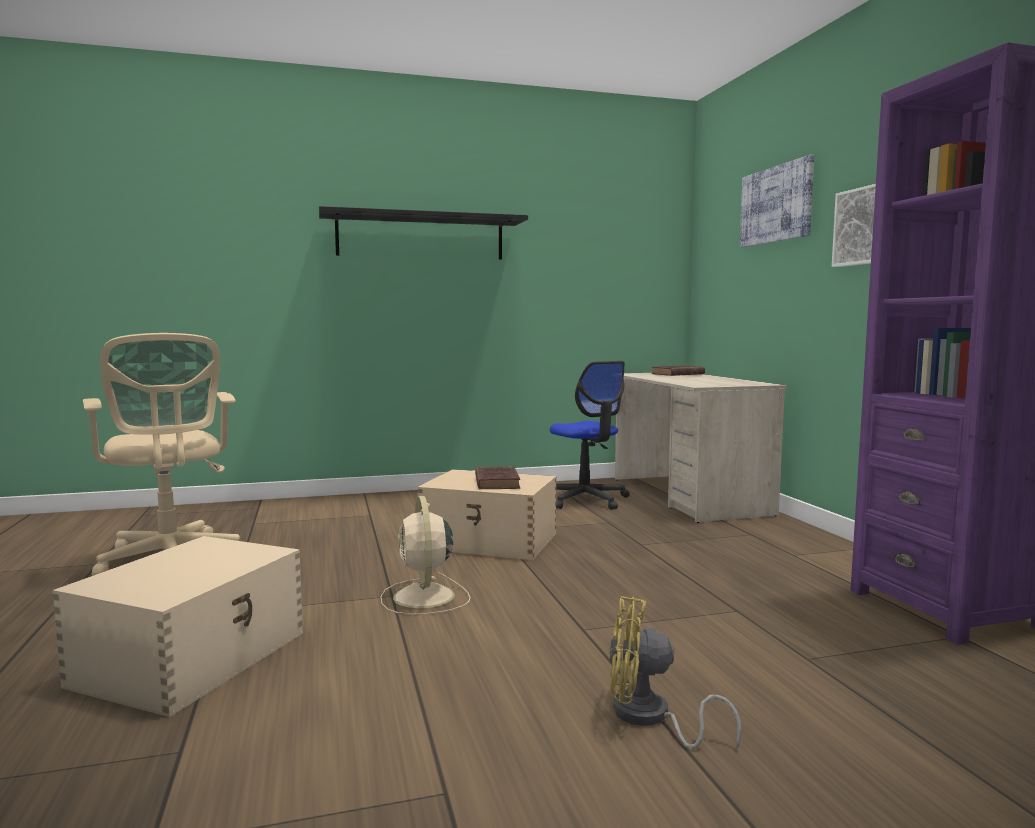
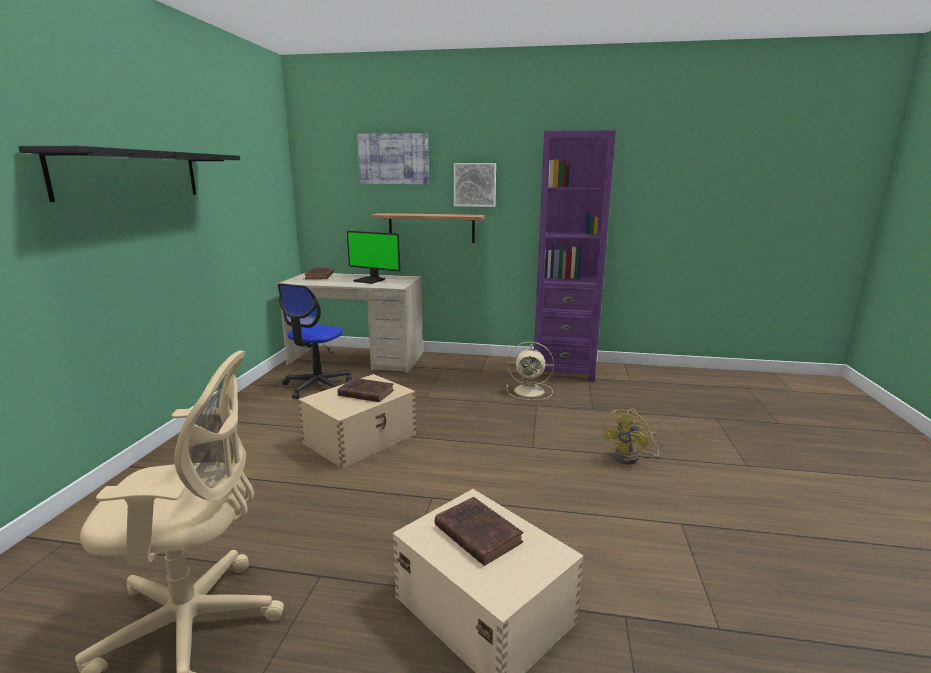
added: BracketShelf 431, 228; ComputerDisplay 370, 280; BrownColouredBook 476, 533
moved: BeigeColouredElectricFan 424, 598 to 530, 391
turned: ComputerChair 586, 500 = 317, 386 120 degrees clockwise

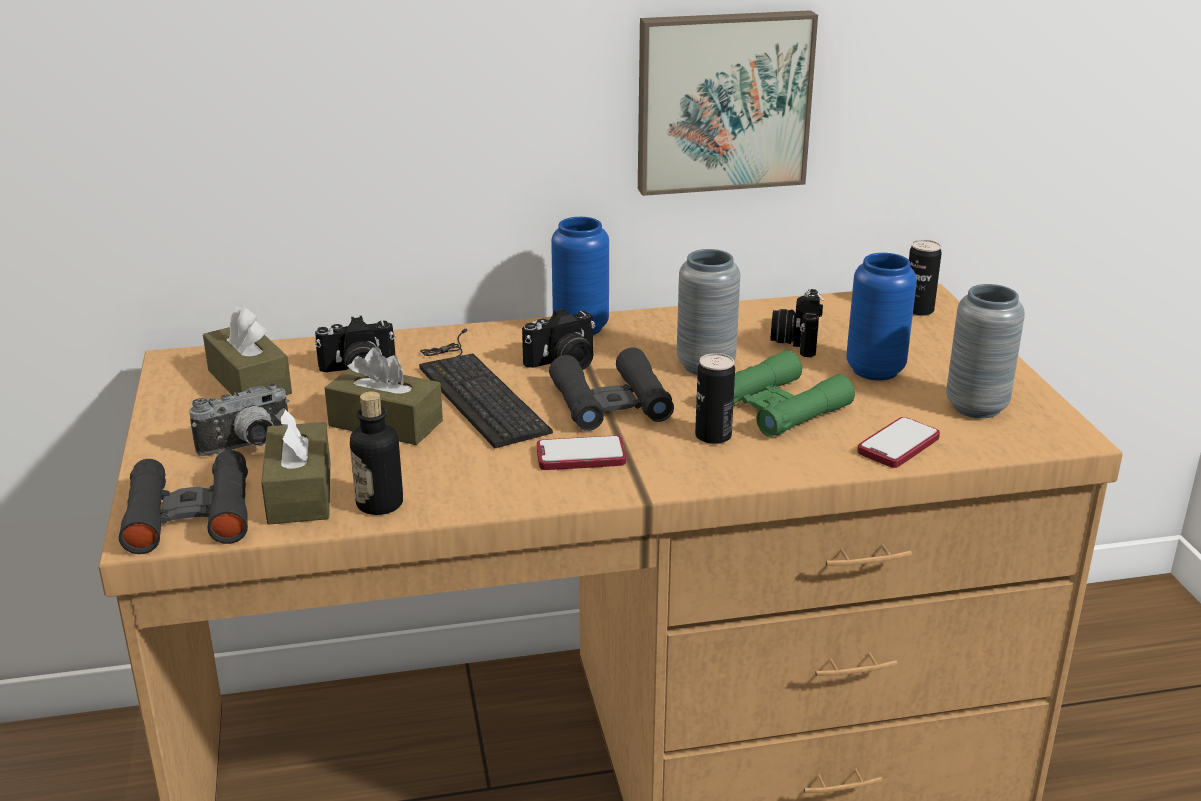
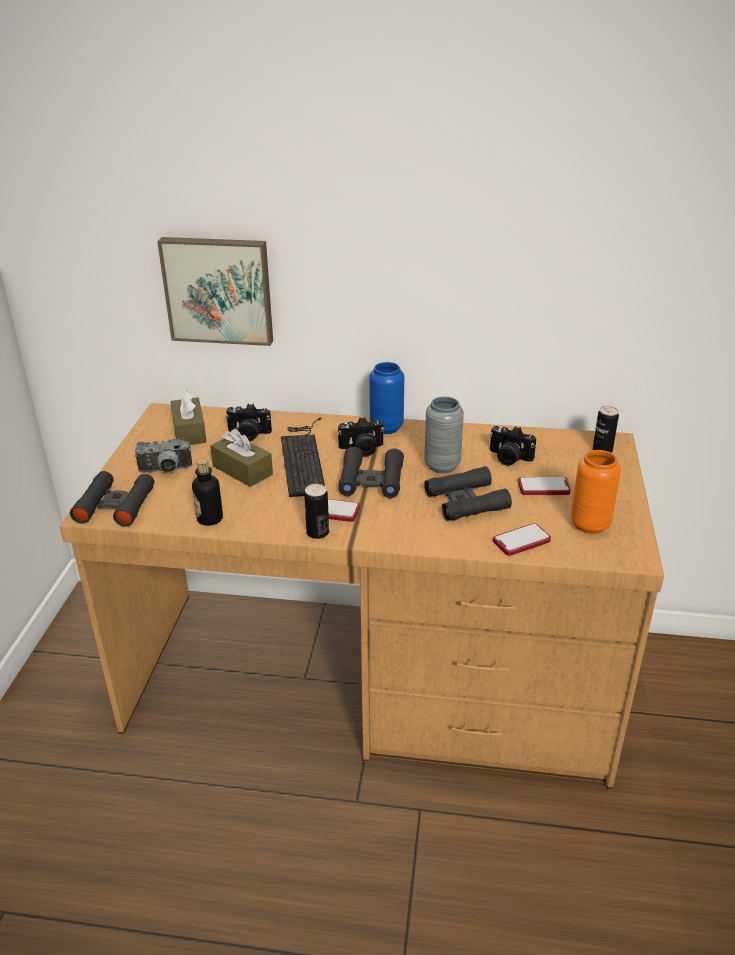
removed: BrownColouredBoxOfTissues 300, 492
moved: WallArt 722, 101 to 218, 290; Can 713, 436 to 317, 533
replaced: BluishVase 875, 370 to Handset 543, 487
recoloured: GrayVase 976, 407 to OrangeyVase 590, 525; GreenishBinoculars 778, 407 to BlackBinoculars 466, 501
turned: StillCamera 795, 340 = 508, 458 90 degrees counterclockwise

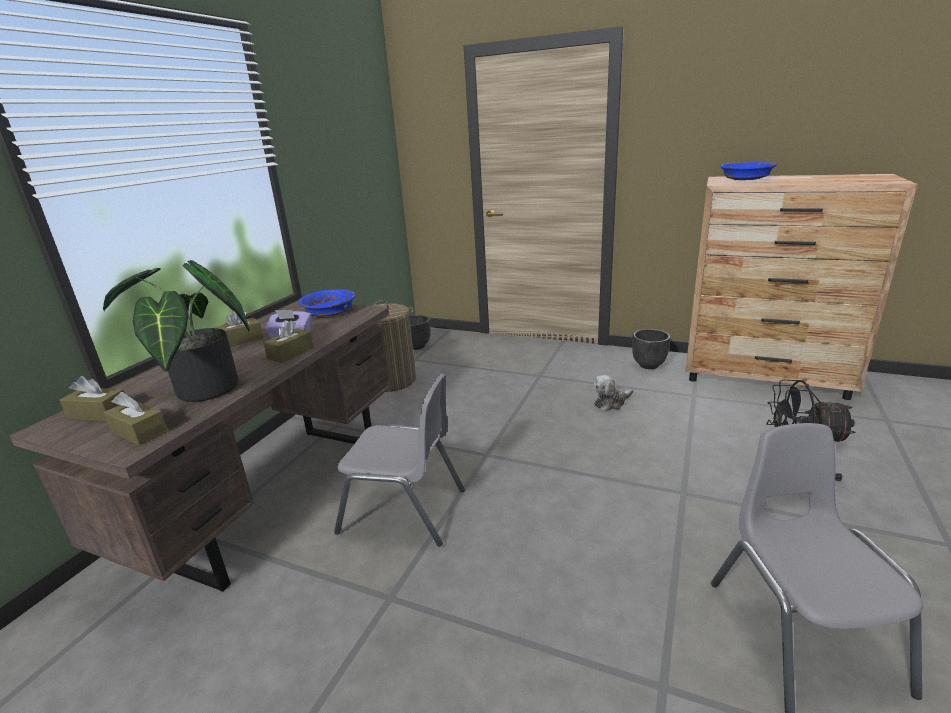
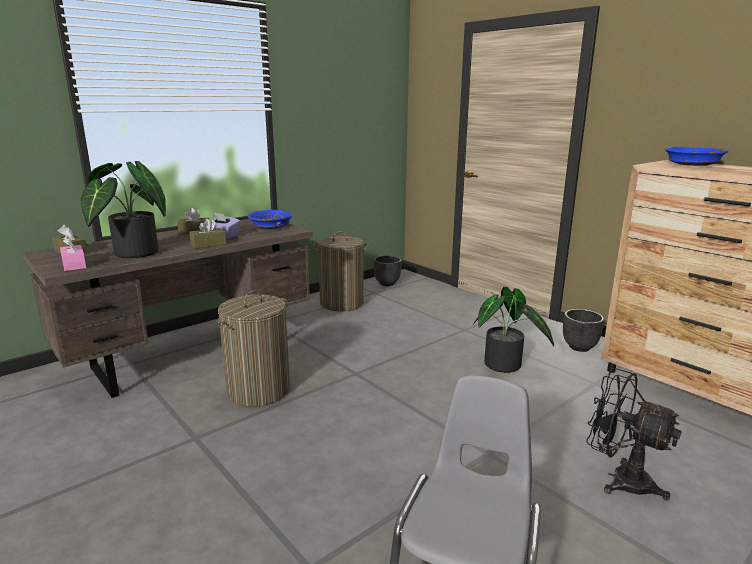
replaced: GrayUprightChair 403, 511 to WashingBasket 258, 390; CuddlyToy 611, 402 to PlantInAPot 505, 367
recoloured: BrownColouredBoxOfTissues 139, 432 to PinkColouredBoxOfTissues 74, 265

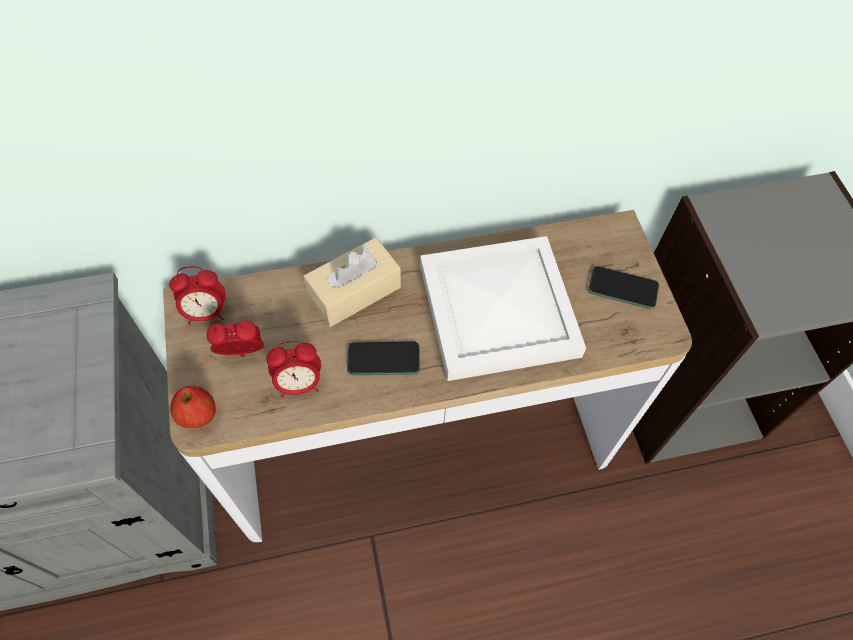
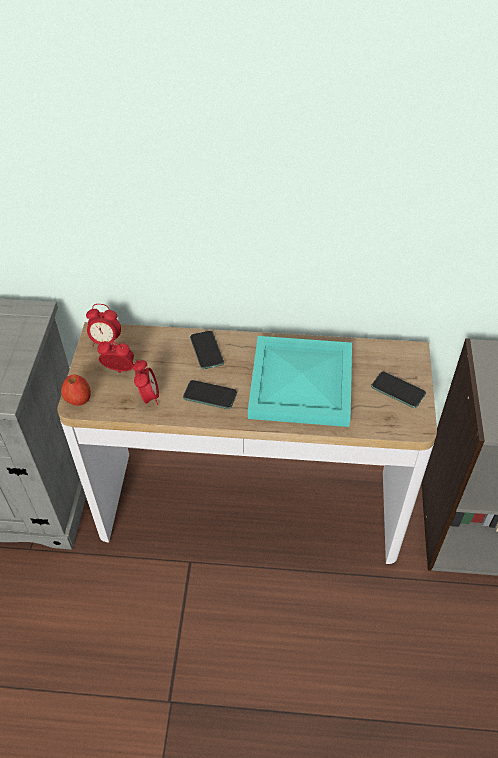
replaced: BeigeColouredBoxOfTissues 354, 291 to Handset 206, 350
recoloured: WhiteCarryingTray 496, 312 to TurquoiseCarryingTray 299, 385
turned: TableClock 299, 384 = 148, 397 105 degrees counterclockwise

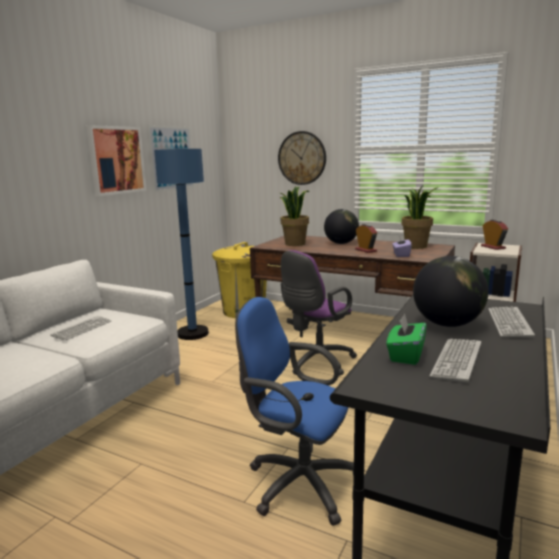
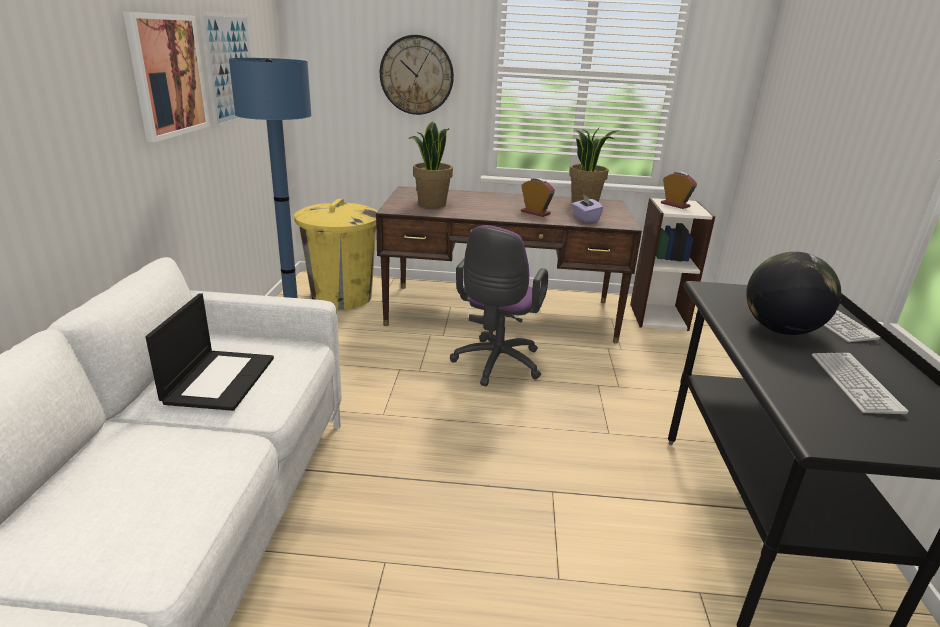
removed: WorldGlobe 341, 243; BluishComputerChair 297, 482; GreenishBoxOfTissues 405, 355
replaced: Keyboard 82, 329 to Laptop 219, 379

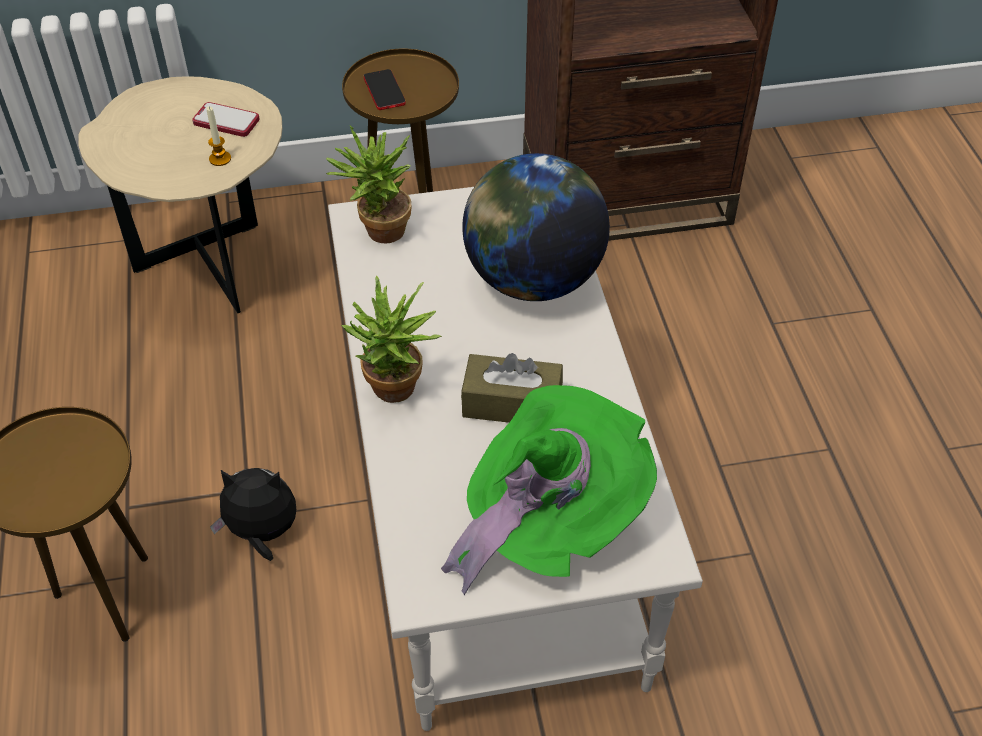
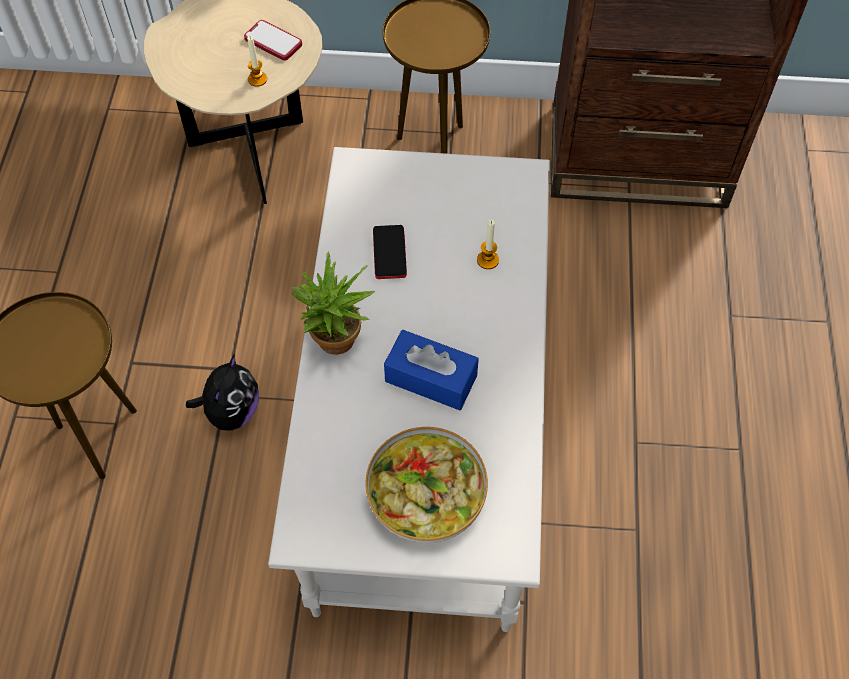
removed: PlantInAPot 378, 233
moved: Handset 384, 91 to 389, 252
replaced: WorldGlobe 532, 279 to Candle 487, 260; GreenishClothingHat 548, 520 to ServingBowl 426, 495
recoloured: BrownColouredBoxOfTissues 512, 403 to BluishBoxOfTissues 431, 378
turned: CuddlyToy 262, 533 = 231, 411 90 degrees clockwise

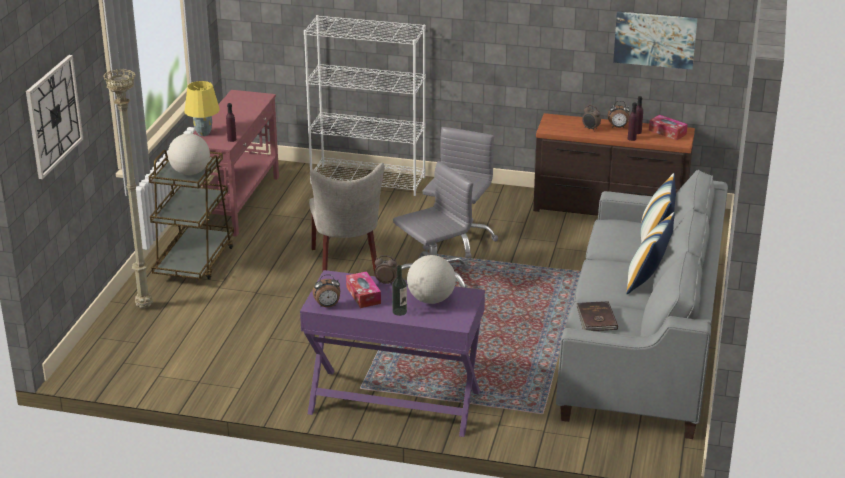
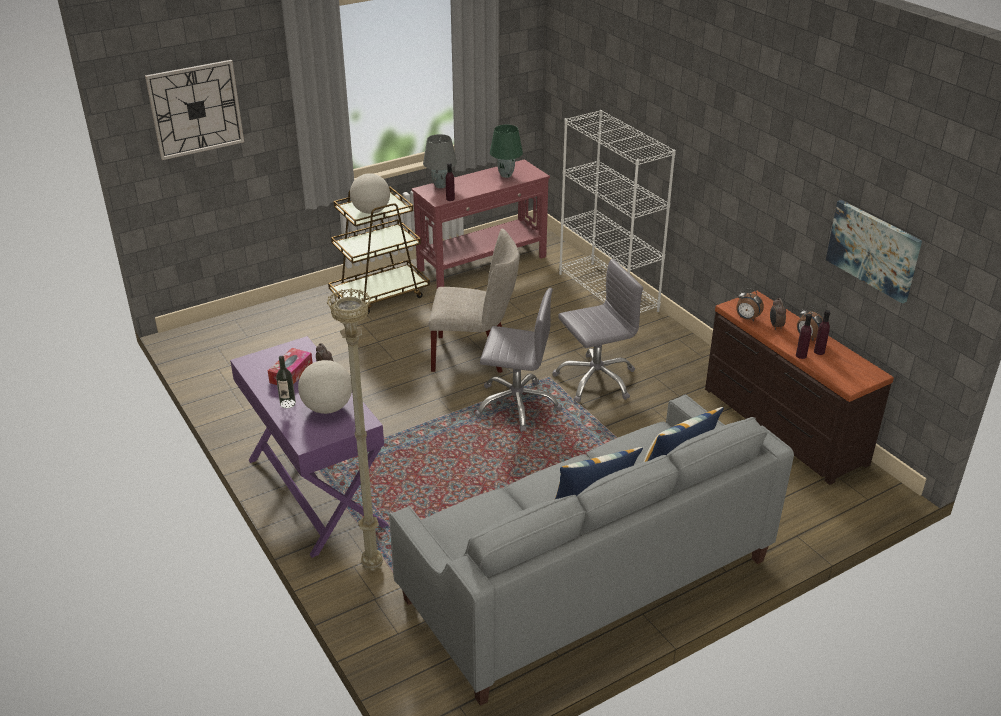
removed: BoxOfTissues 667, 132; BrownColouredBook 596, 319
added: GreenishTableLamp 506, 175
moved: BeigeColouredStandardLamp 144, 306 to 373, 566; TableClock 327, 306 to 747, 318
recoloured: YellowishTableLamp 204, 134 to GrayTableLamp 440, 186
turned: BeigeColouredUprightChair 347, 265 = 475, 355 120 degrees counterclockwise

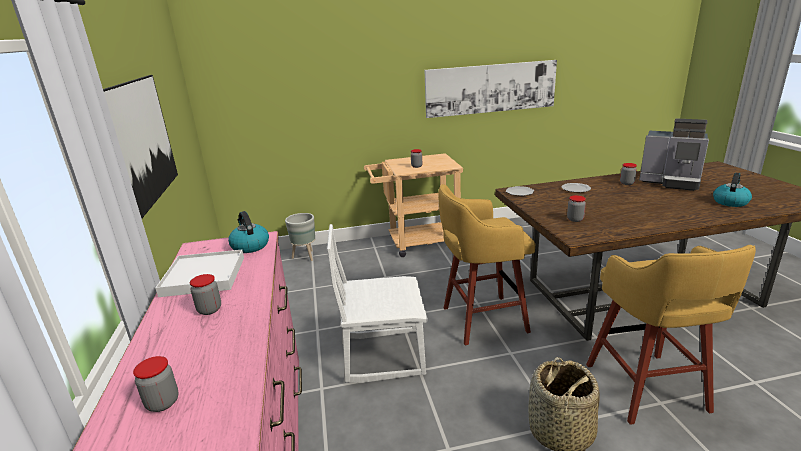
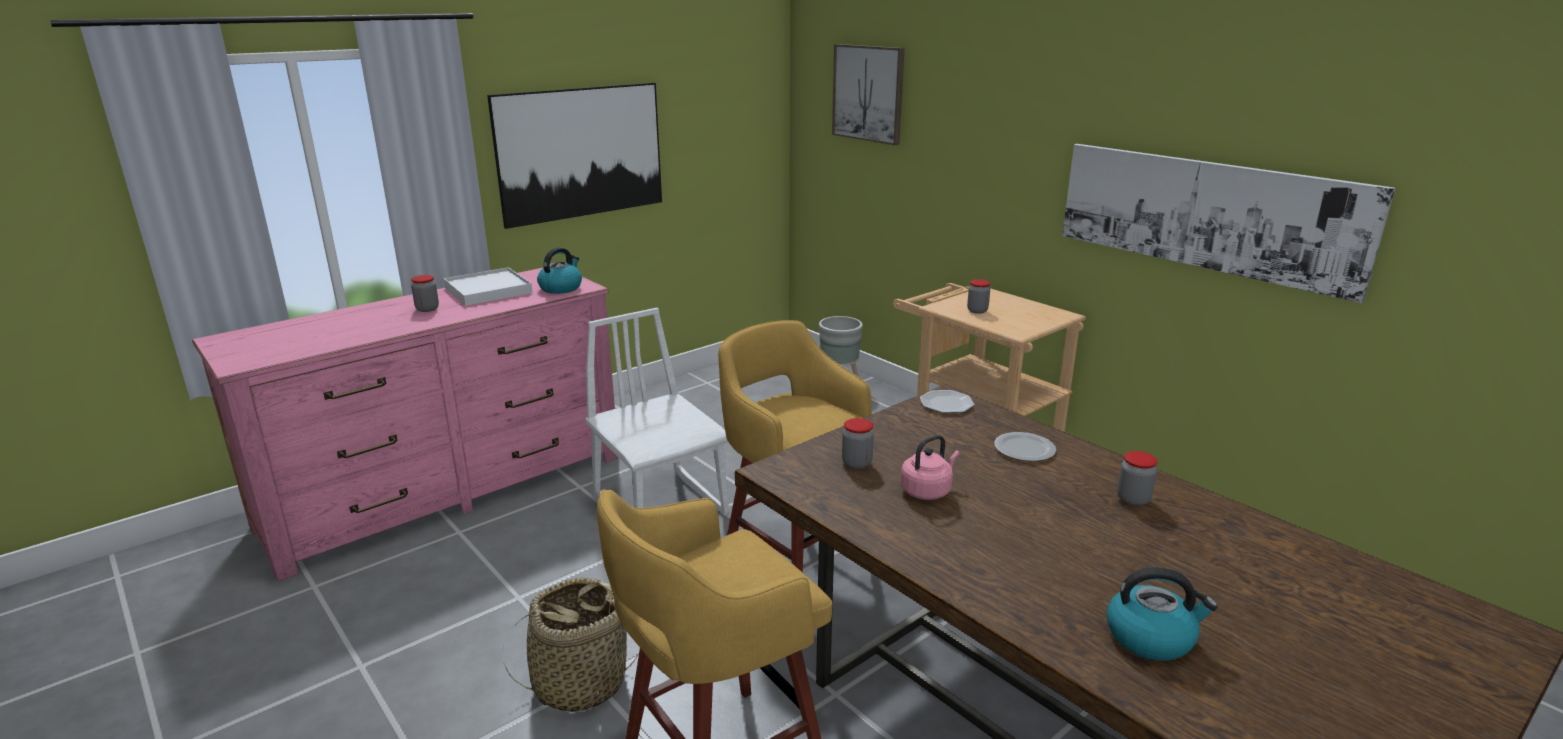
removed: CoffeeMaker 671, 182; PreserveJar 162, 402
added: WallArt 868, 93; PinkColouredKettle 927, 491

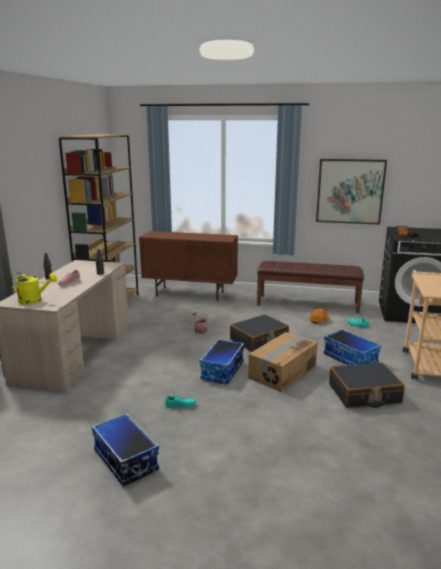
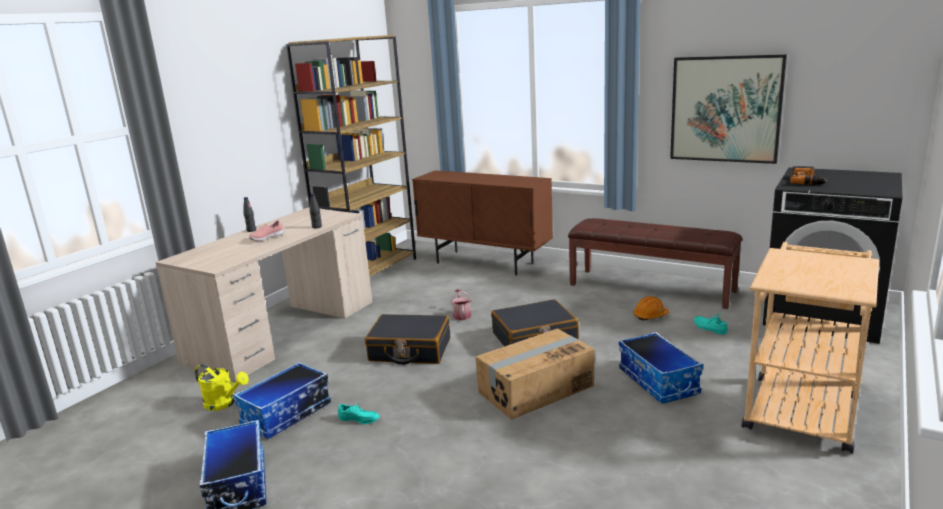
moved: YellowishSprinklingCan 34, 300 to 224, 404; StorageBin 223, 371 to 286, 415; BlackPieceOfLuggage 364, 394 to 410, 350

